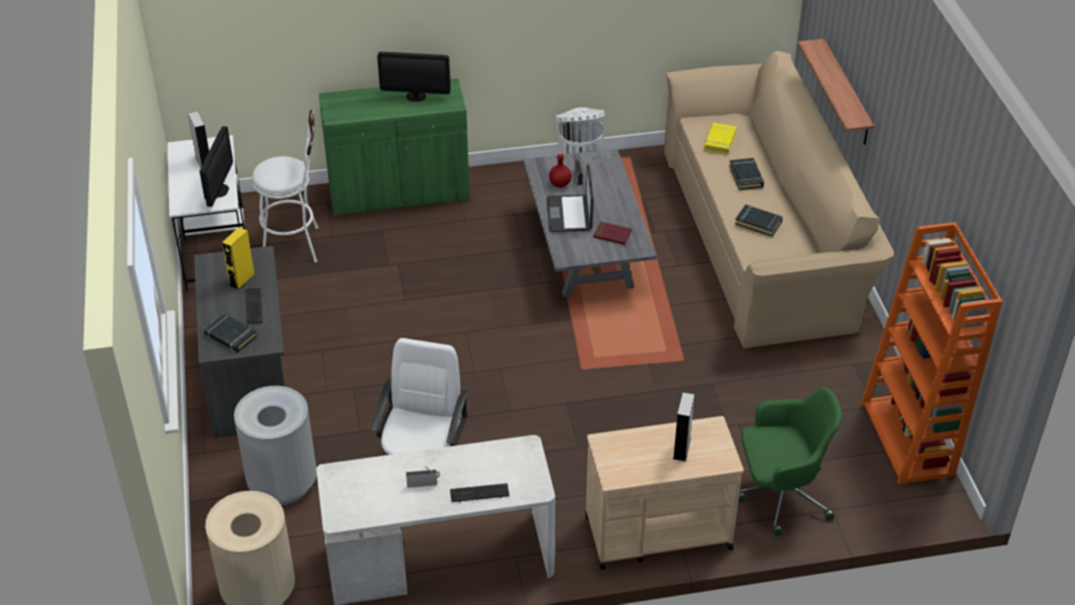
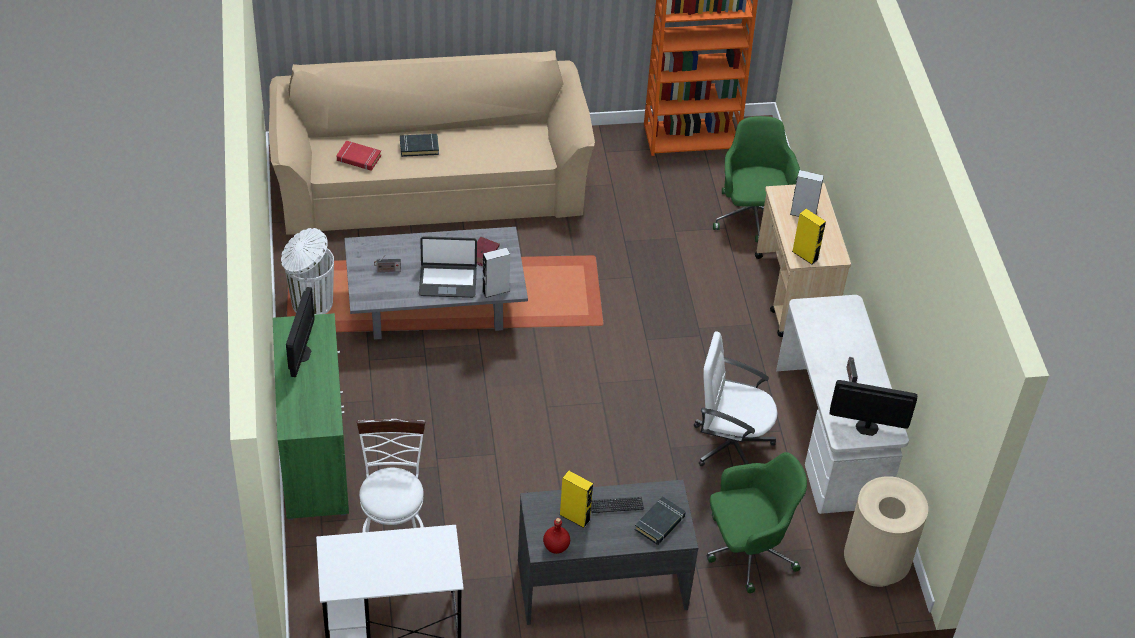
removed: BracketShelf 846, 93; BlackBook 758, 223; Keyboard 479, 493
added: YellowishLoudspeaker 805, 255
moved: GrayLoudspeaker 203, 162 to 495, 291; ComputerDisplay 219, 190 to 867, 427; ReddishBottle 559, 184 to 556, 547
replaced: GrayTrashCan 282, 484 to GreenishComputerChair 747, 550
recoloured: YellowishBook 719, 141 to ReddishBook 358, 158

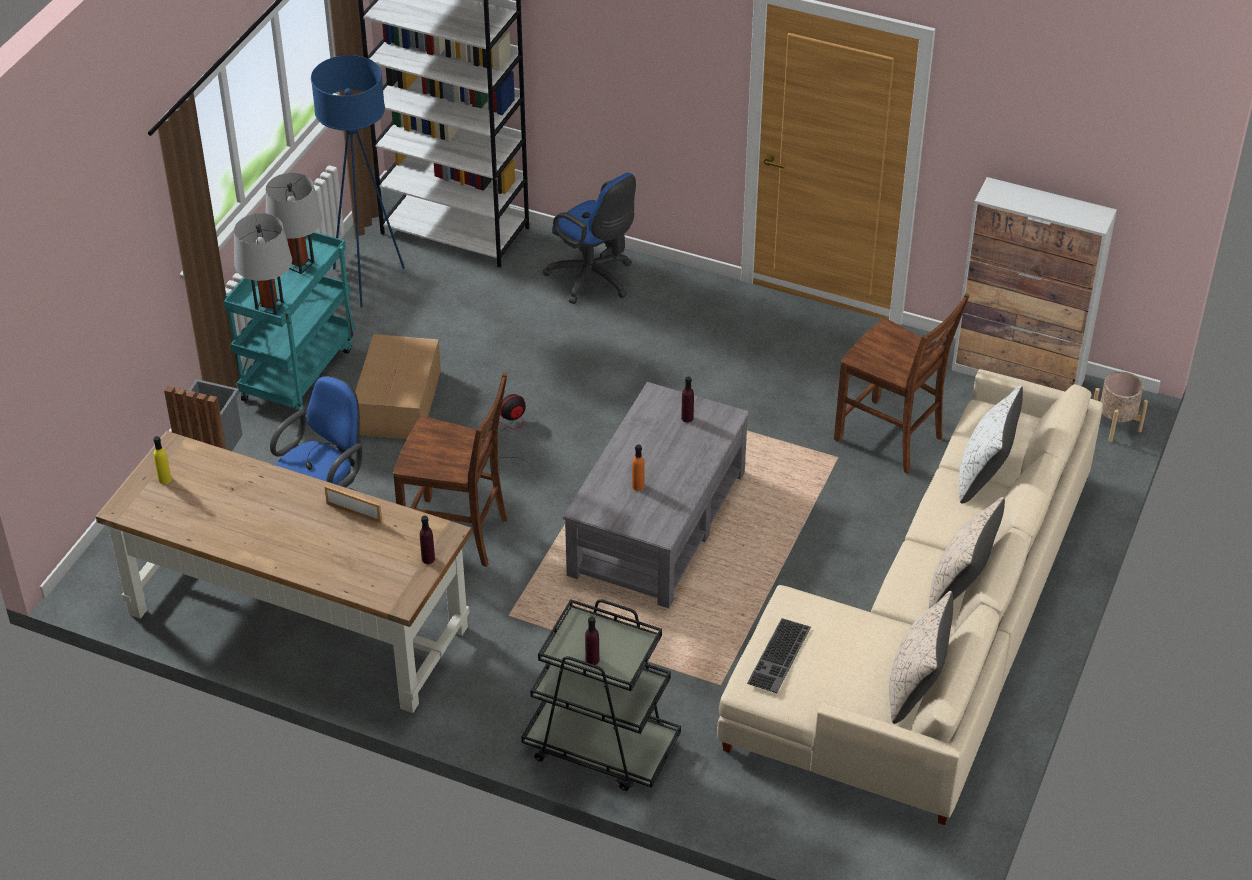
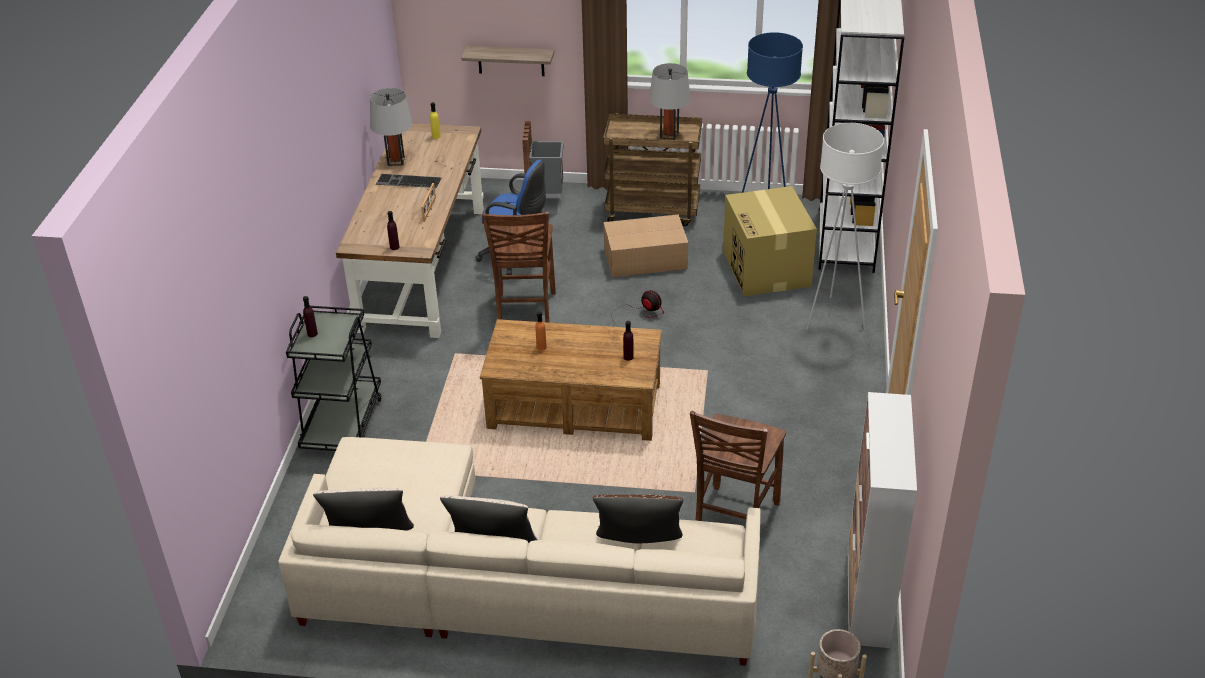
added: BracketShelf 511, 61; PackingBox 767, 269
moved: GrayTableLamp 269, 306 to 396, 161; Keyboard 780, 656 to 407, 182
replaced: BluishComputerChair 594, 280 to WhiteStandardLamp 834, 317
recoloured: TurquoiseTrolley 298, 372 to BrownColouredTrolley 653, 211; GrayLowTable 656, 523 to BrownColouredLowTable 574, 405; WhiteThrowPillow 983, 475 to BrownColouredThrowPillow 638, 544

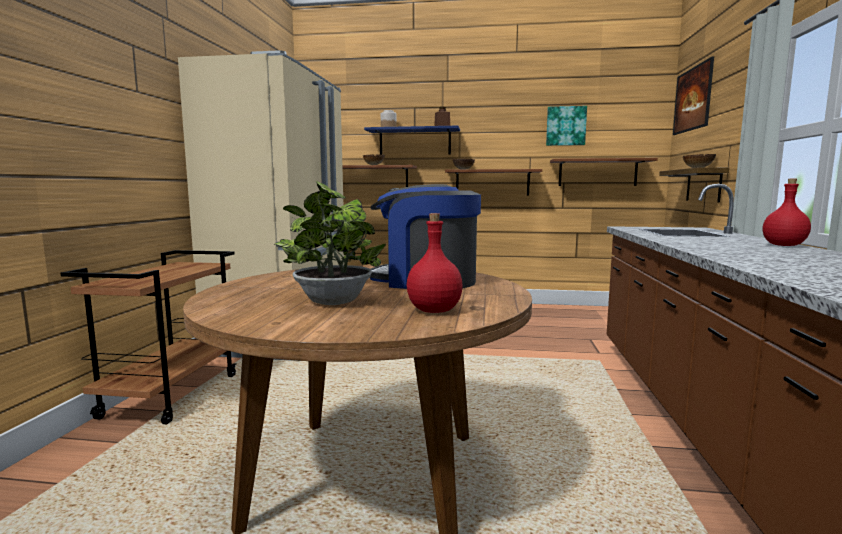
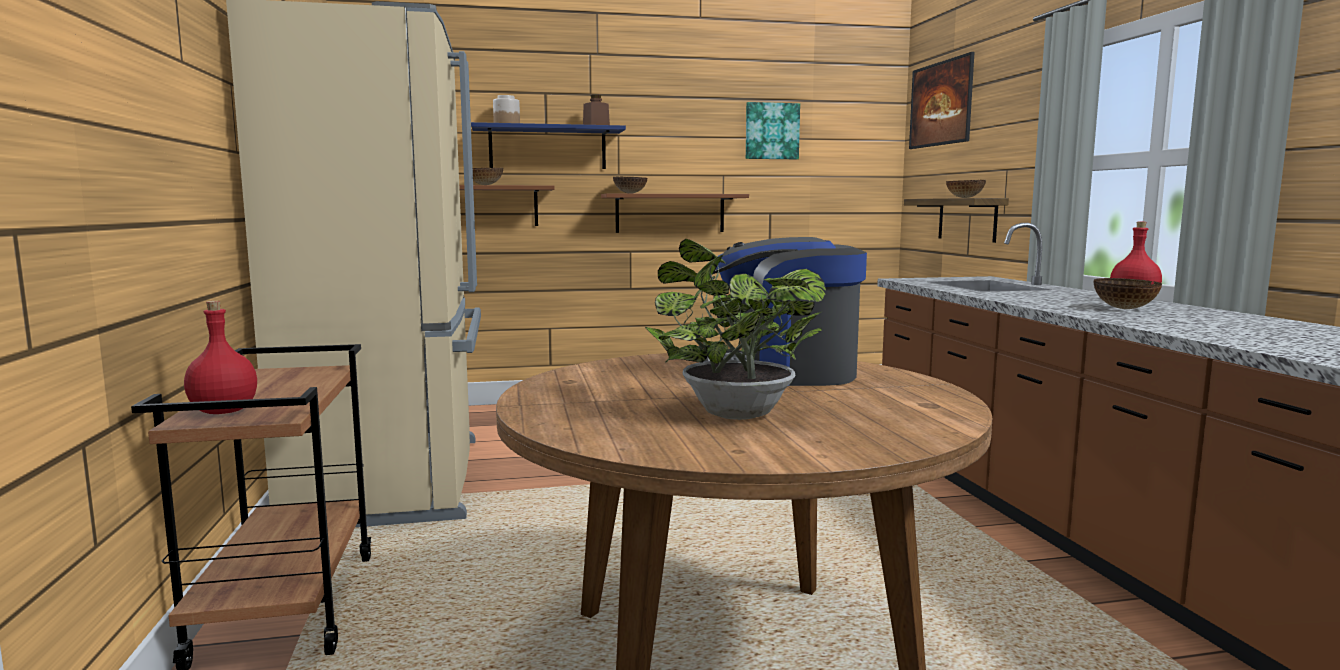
removed: BrownColouredBracketShelf 597, 172
added: ServingBowl 1124, 309
moved: ReddishBottle 433, 310 to 222, 411

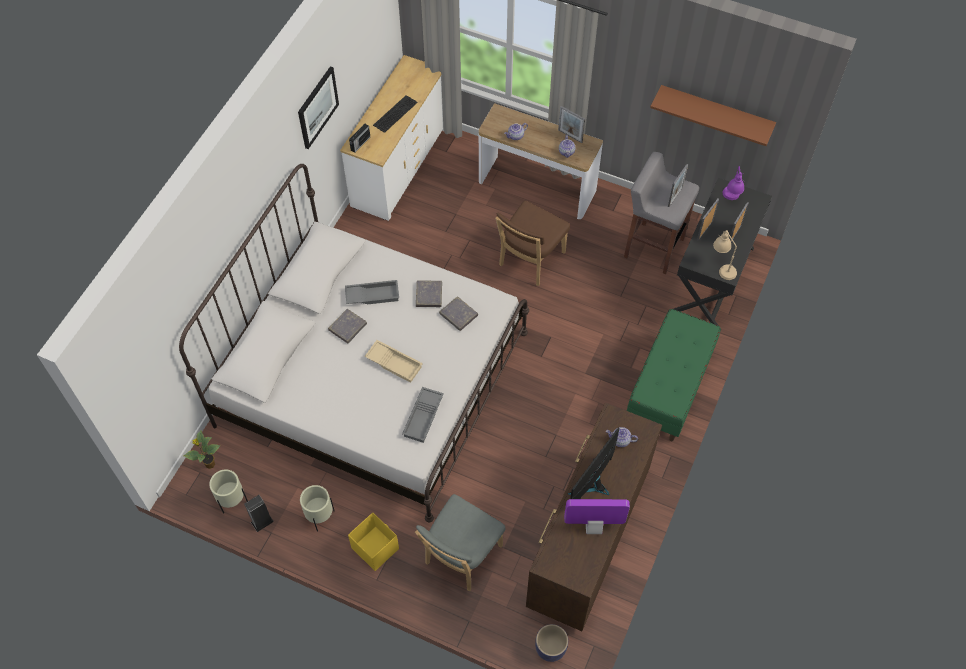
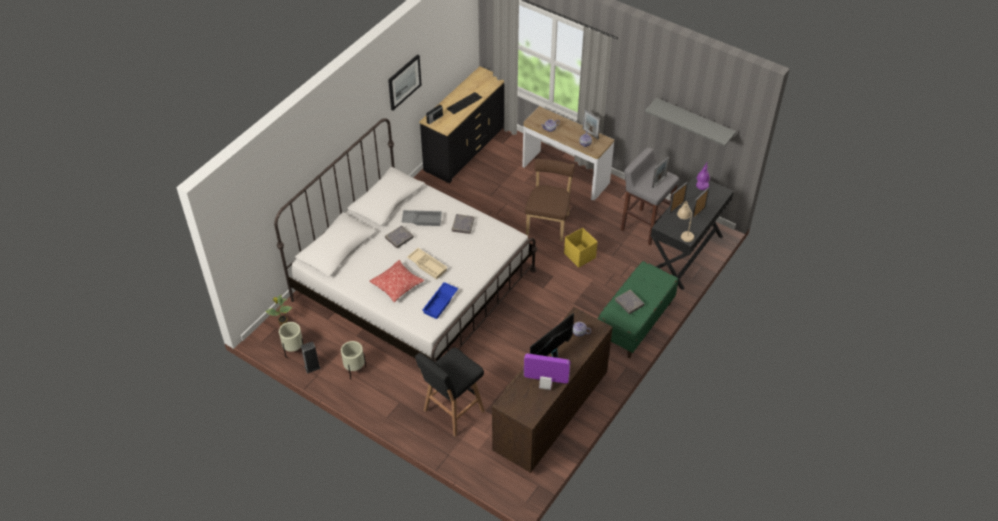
removed: PlantPot 550, 648
added: ThrowPillow 397, 285
moved: GrayBook 458, 315 to 629, 303; YellowishStorageBin 375, 548 to 579, 255
replaced: GrayUprightChair 461, 557 to BlackStoolSeat 452, 412
recoloured: WhiteChestOfDrawers 398, 166 to BlackChestOfDrawers 465, 148; BrownColouredBracketShelf 715, 112 to GrayBracketShelf 694, 121; GrayCarryingTray 424, 417 to BluishCarryingTray 441, 303
turned: BrownColouredUprightChair 529, 261 = 548, 223 150 degrees clockwise

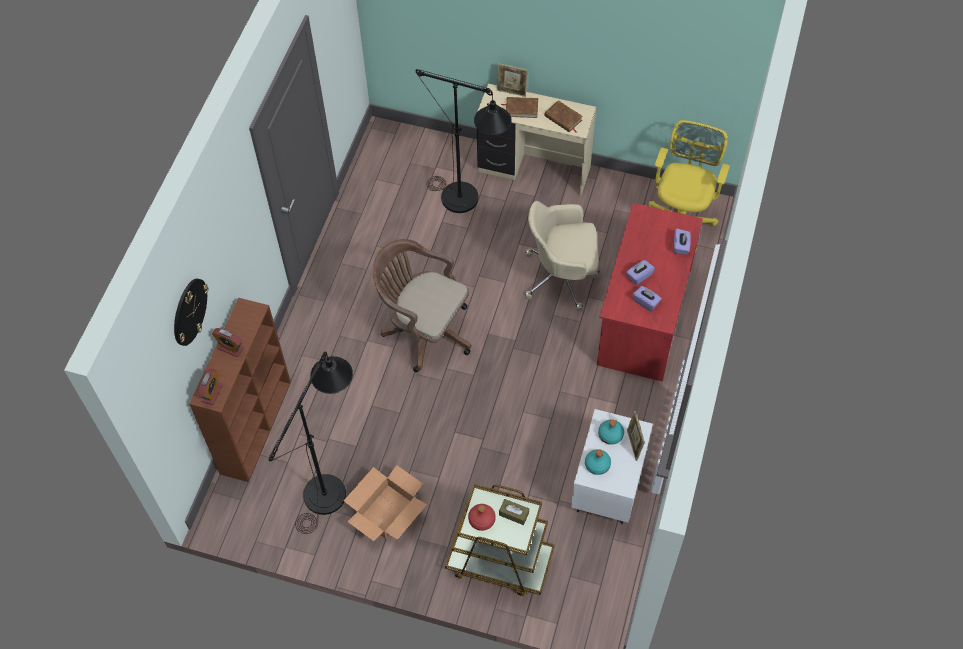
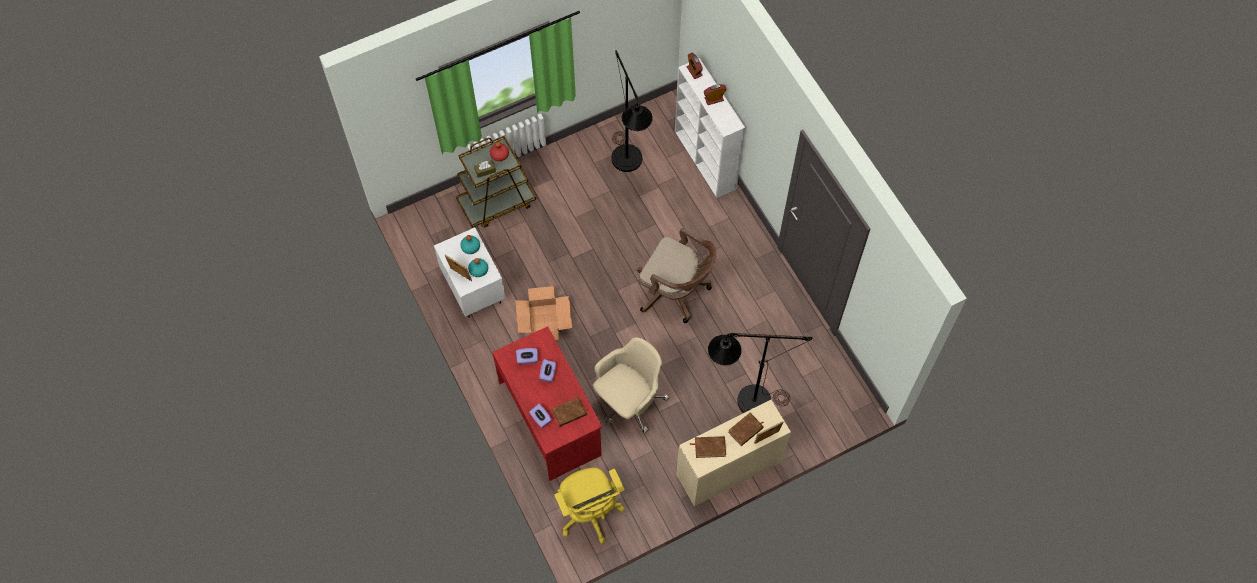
removed: HangingClock 189, 311
added: BrownColouredBook 569, 413
moved: PackingBox 386, 511 to 544, 321
recoloured: BrownColouredShelvingUnit 256, 426 to WhiteShelvingUnit 706, 160
turned: BrownColouredComputerChair 424, 330 = 675, 292 45 degrees clockwise

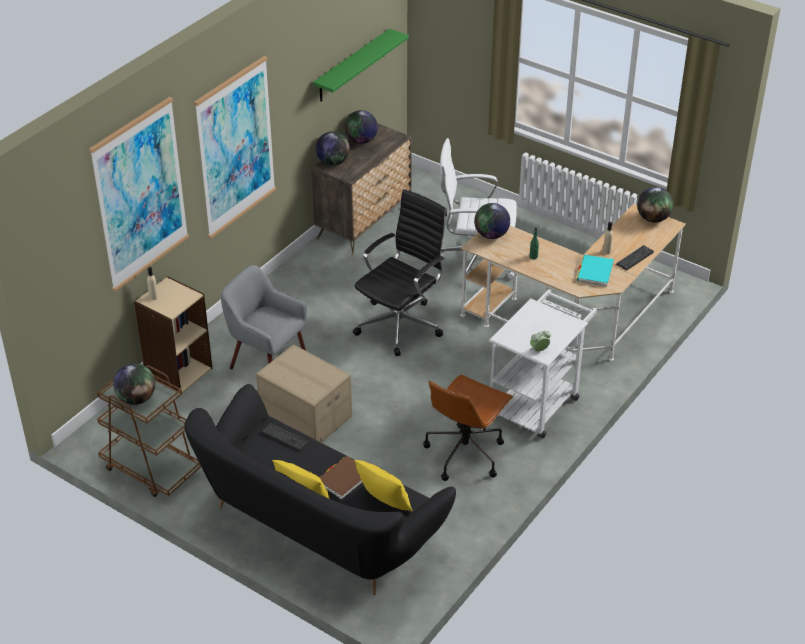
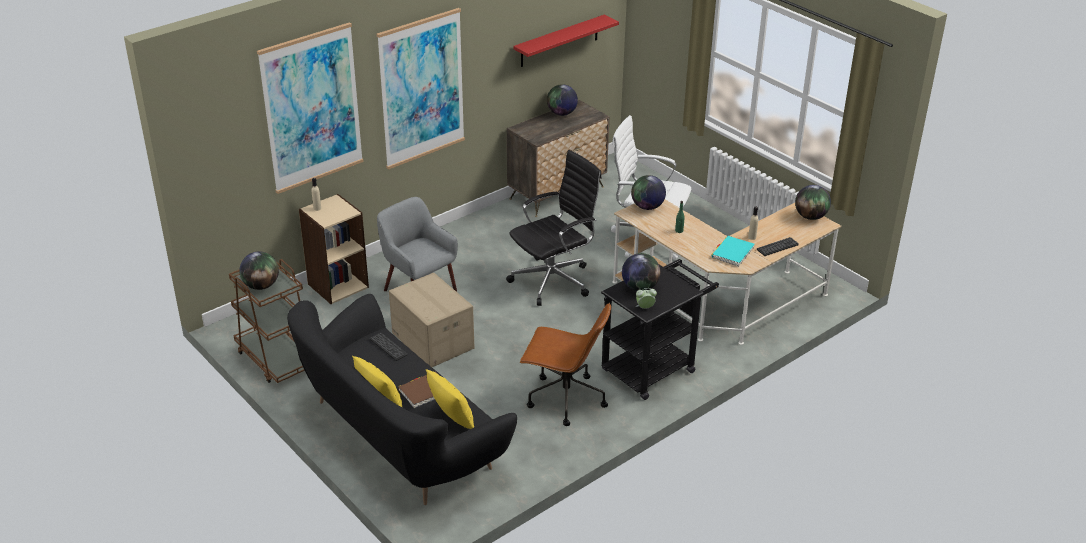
moved: WorldGlobe 333, 162 to 639, 287
recoloured: GreenishBracketShelf 352, 66 to ReddishBracketShelf 559, 41; WhiteTrolley 538, 401 to BlackTrolley 654, 367
turned: BrownColouredComputerChair 465, 453 = 564, 399 120 degrees counterclockwise

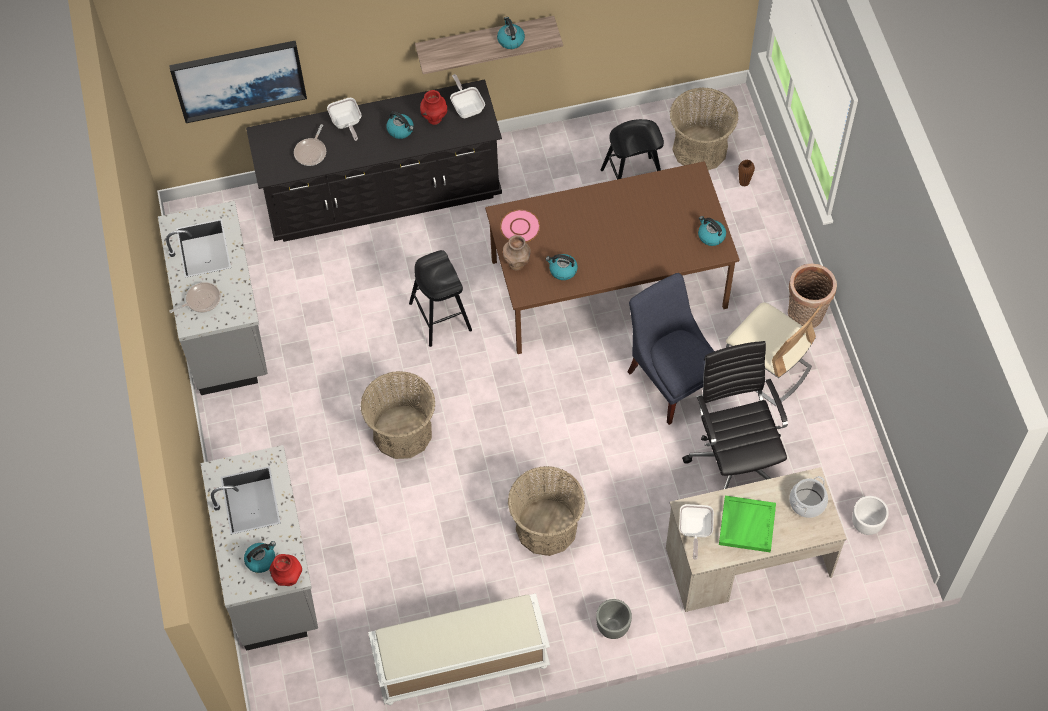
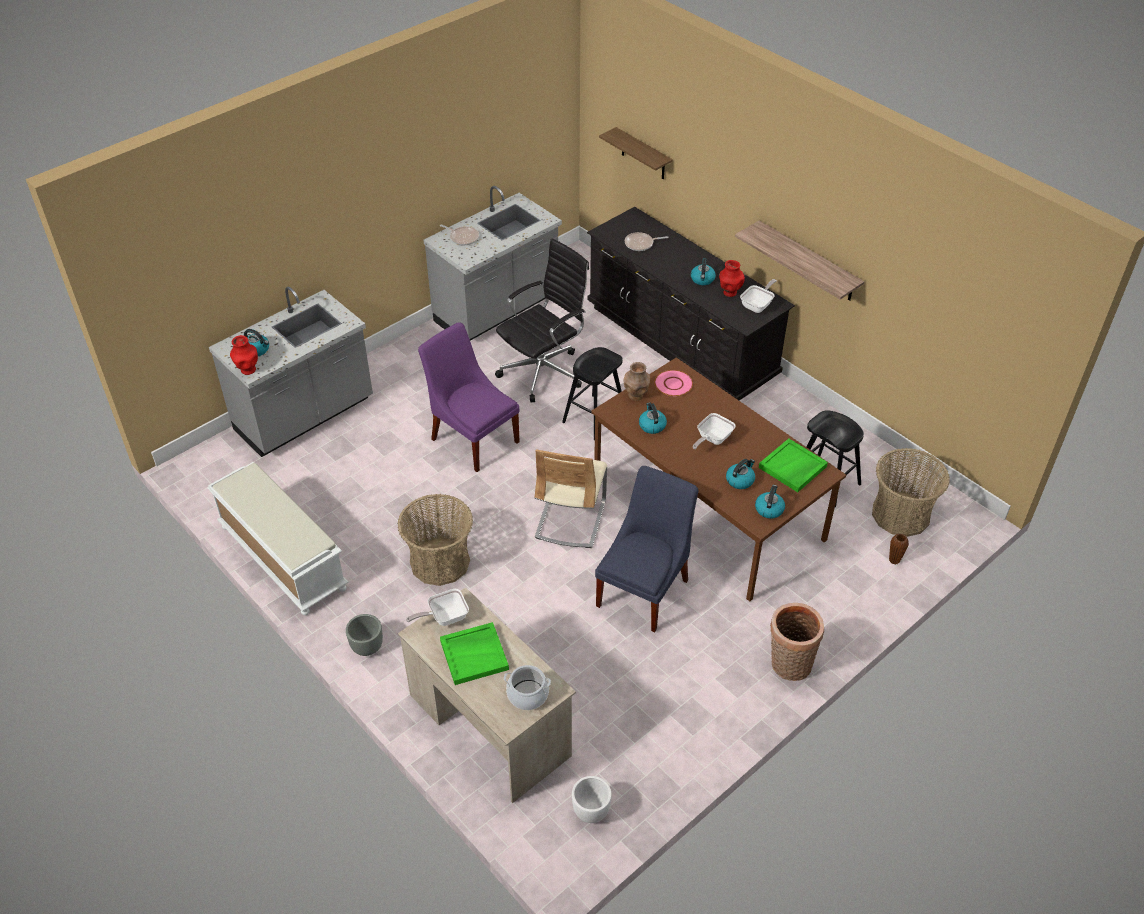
added: GreenishCarryingTray 792, 467
moved: Kettle 510, 40 to 740, 480; Skillet 346, 124 to 712, 439; BeigeColouredUprightChair 767, 368 to 570, 519; BlackComputerChair 735, 459 to 544, 371
replaced: WallArt 239, 79 to BracketShelf 643, 154; Basket 402, 432 to PurpleColouredUprightChair 473, 438

